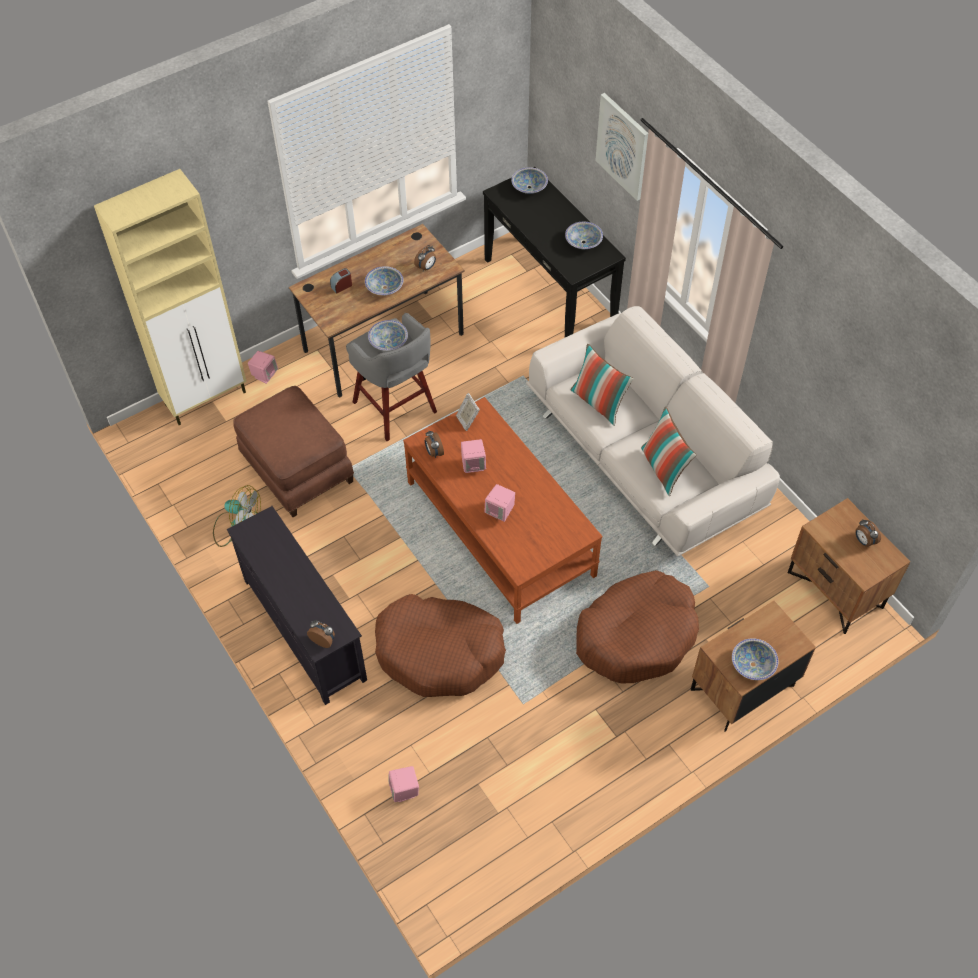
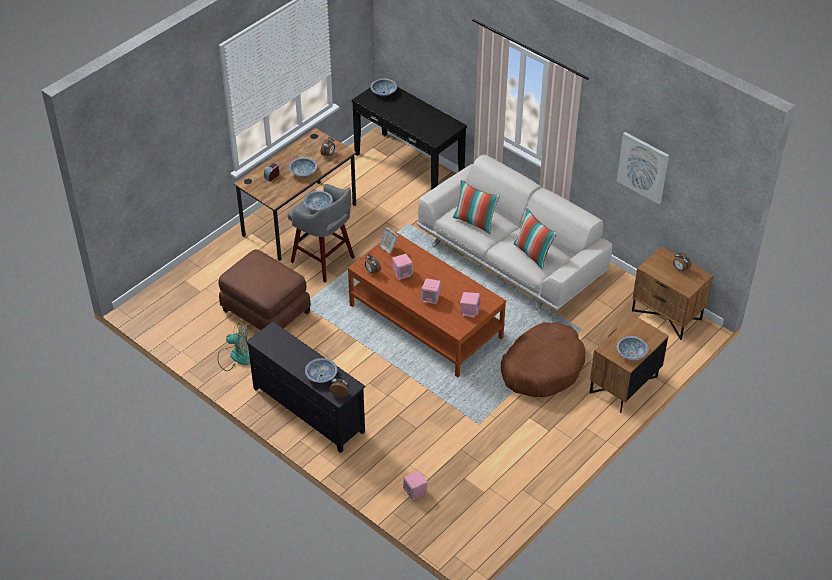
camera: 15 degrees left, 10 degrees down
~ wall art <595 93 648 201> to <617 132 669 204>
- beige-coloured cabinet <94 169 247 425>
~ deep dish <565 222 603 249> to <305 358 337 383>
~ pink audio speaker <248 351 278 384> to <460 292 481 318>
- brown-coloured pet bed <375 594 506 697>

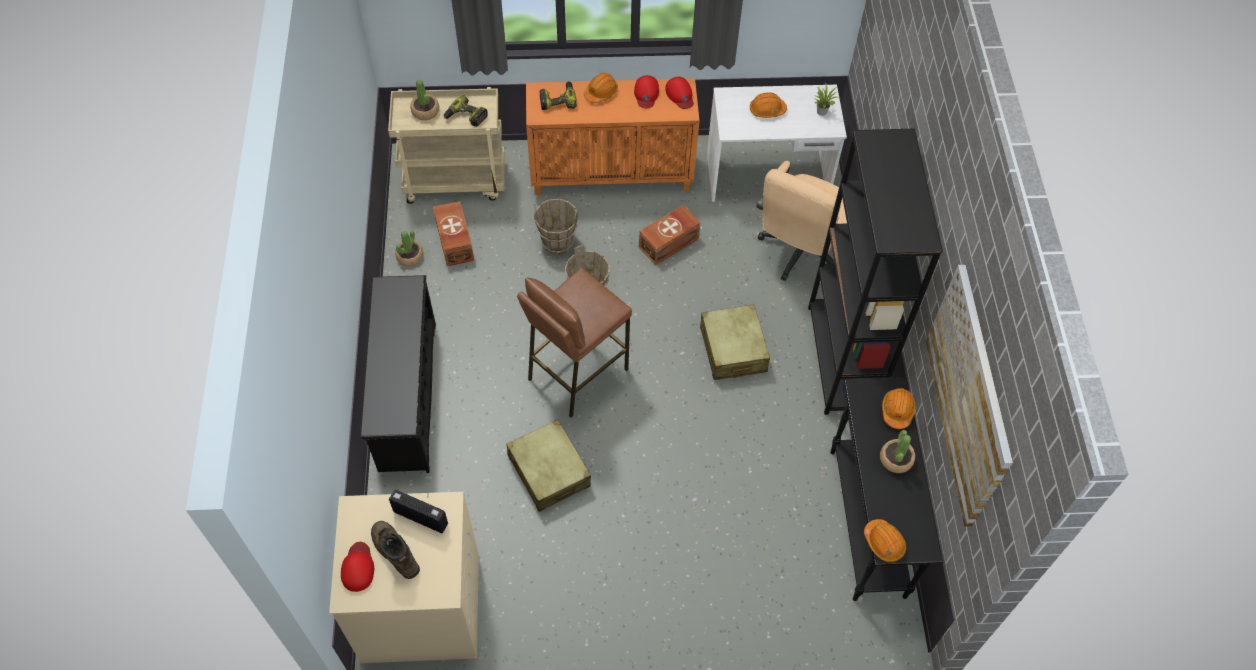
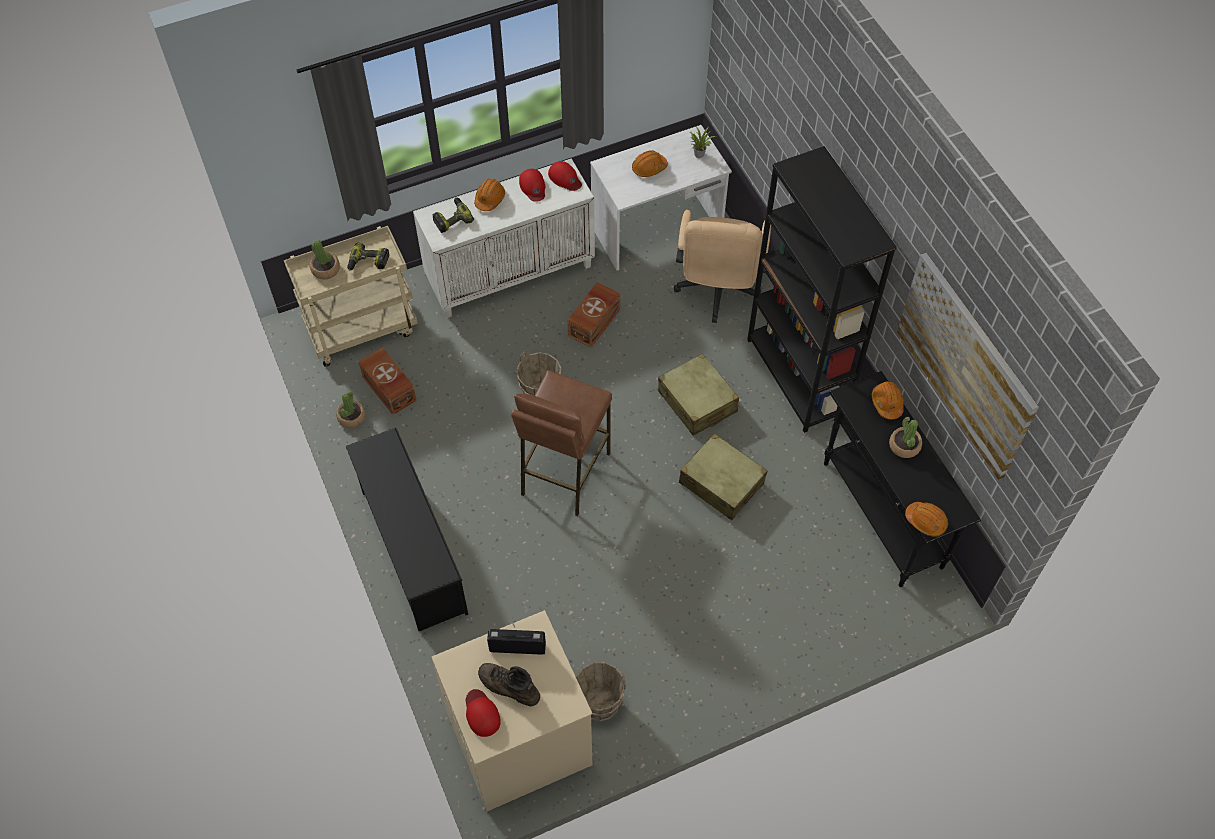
camera: 20 degrees left, 0 degrees up
~ orange-coloured cabinet <526 78 700 195> to white cabinet <413 158 595 318>
~ brown-coloured bucket <534 199 578 255> to <576 662 626 721>
~ beige-coloured travel case <506 419 591 512> to <679 433 768 520>

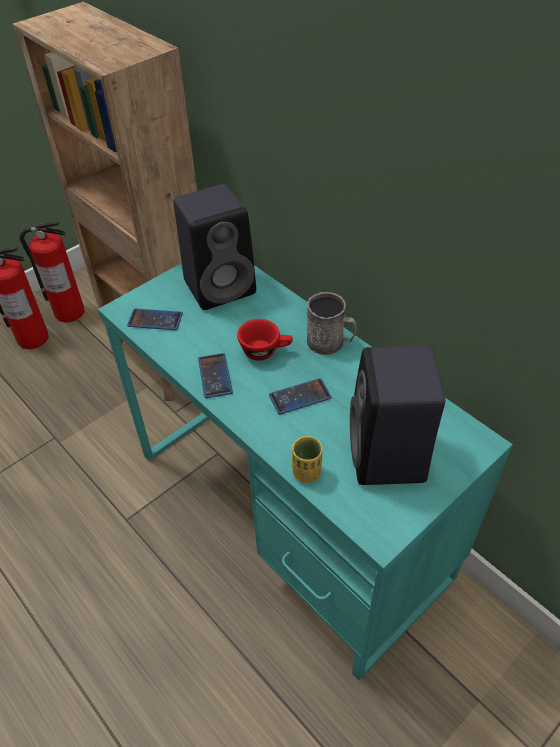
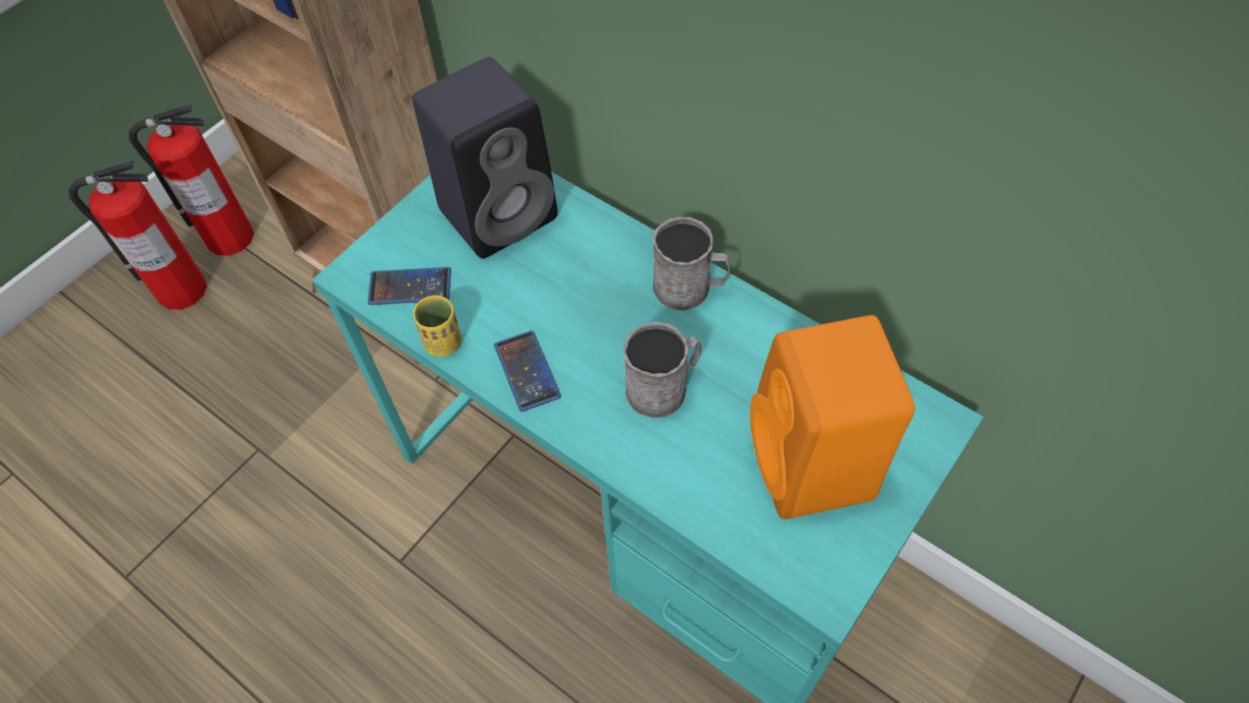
camera: 10 degrees left, 10 degrees up
- reddish drinking cup <237 319 293 361>
~ blackish audio speaker <350 345 445 485> to orange-coloured audio speaker <750 315 915 519>
~ telephone <269 378 332 415> to gray coffee mug <624 322 701 418>
~ yellowish drinking cup <292 436 322 483> to <413 295 461 357>

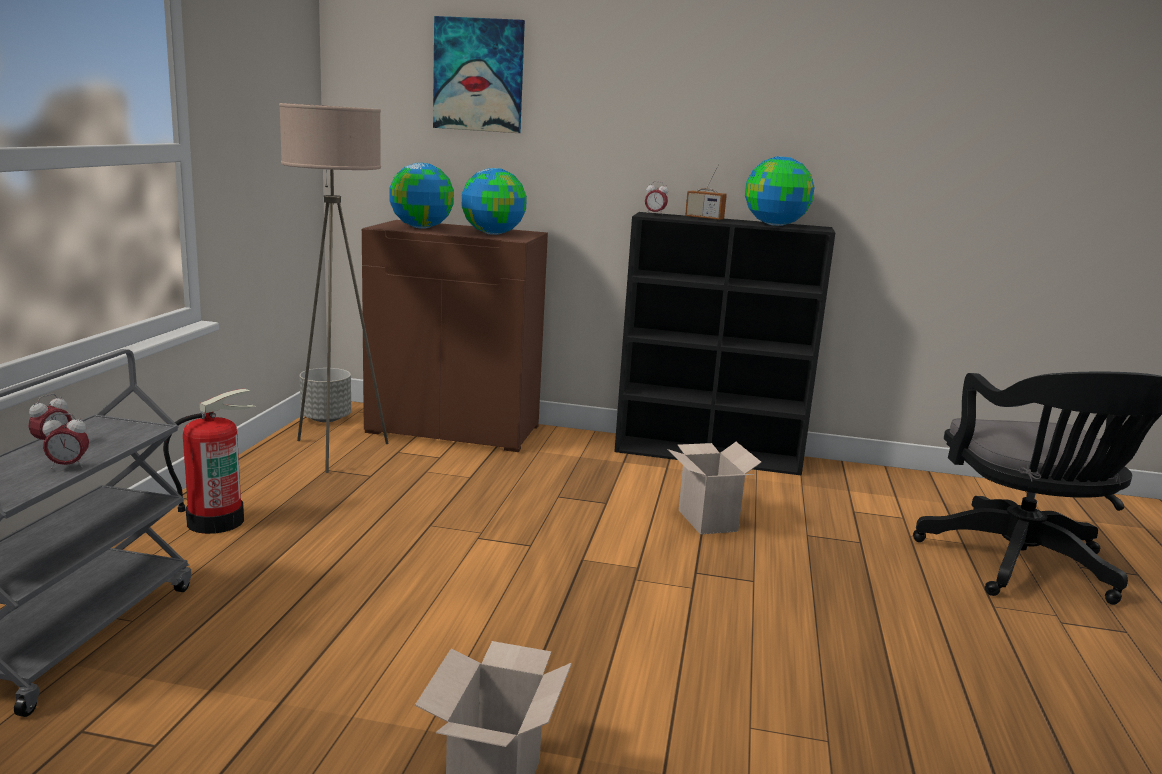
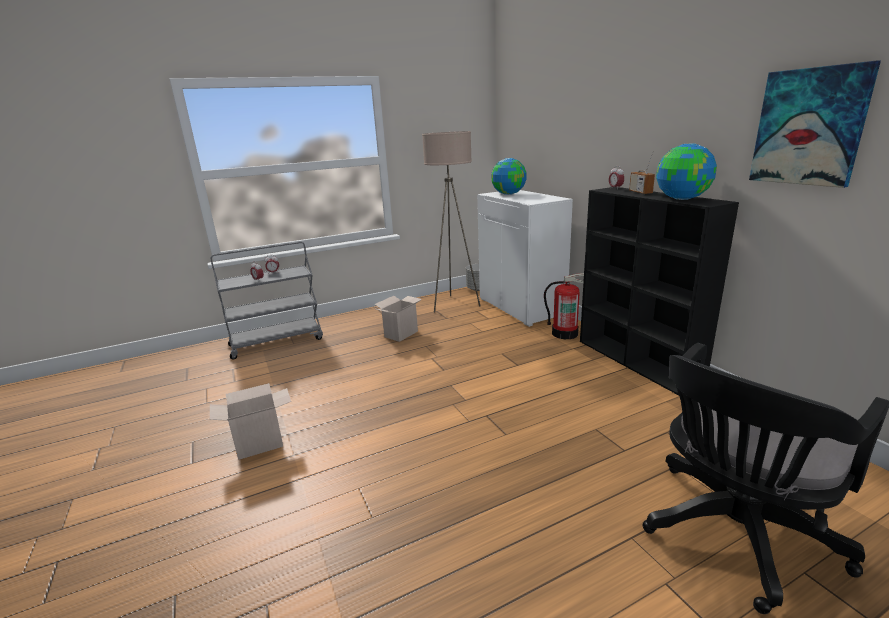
camera: 55 degrees right, 5 degrees up
~ wall art <433 16 525 133> to <749 61 881 188>
- globe <462 168 527 235>
~ brown-coloured cabinet <362 220 548 452> to white cabinet <477 190 573 327>
~ fire extinguisher <163 389 256 534> to <544 273 584 339>
~ cardboard box <667 442 762 535> to <374 296 422 342>

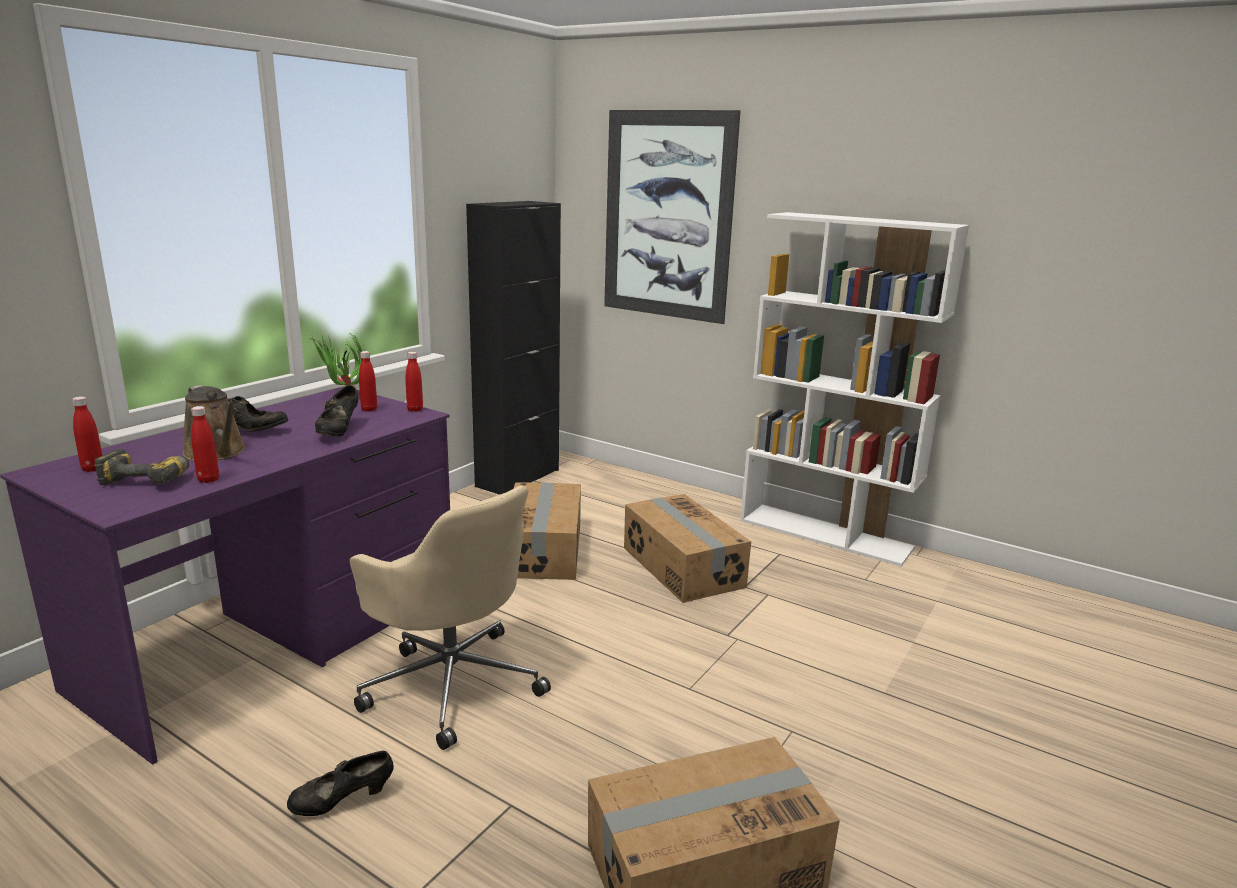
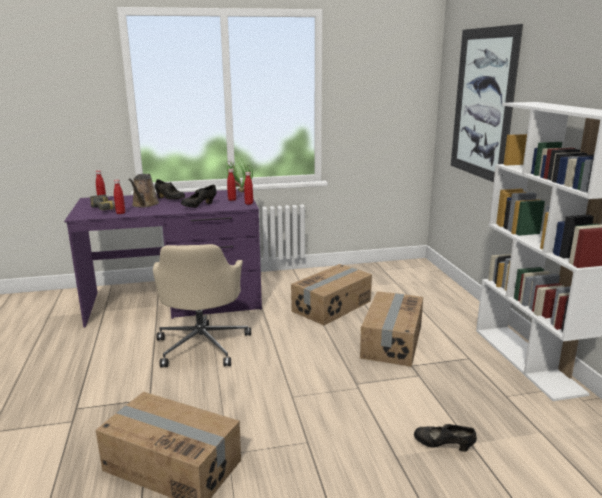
camera: 45 degrees right, 0 degrees up
- blackish cabinet <466 201 561 495>
~ blackish item of footwear <287 751 394 816> to <414 424 477 452>

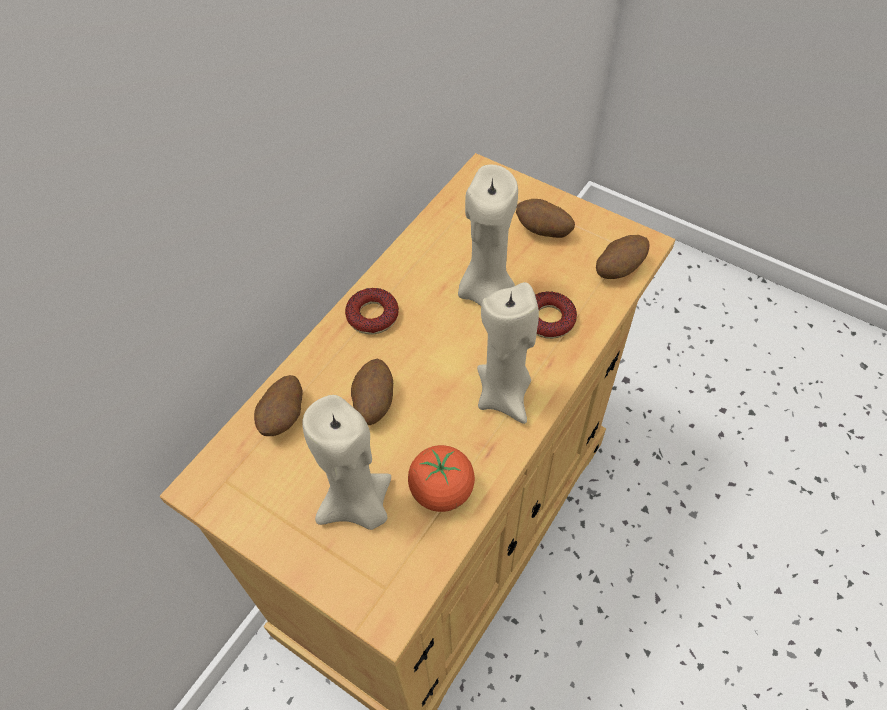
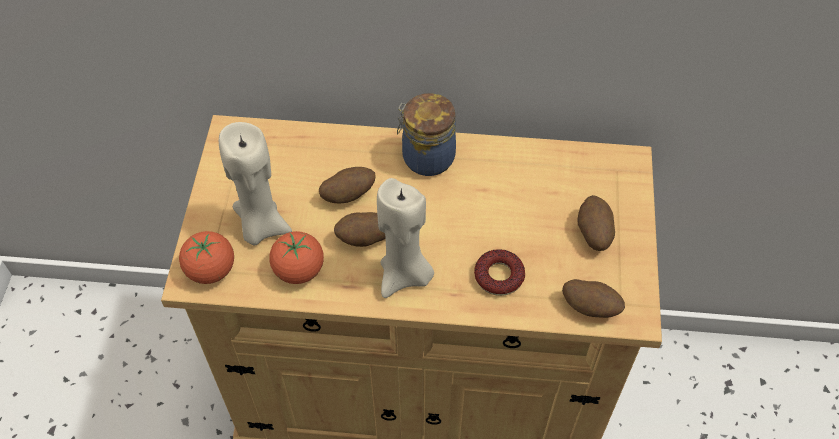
camera: 60 degrees right, 0 degrees up
- beige-coloured candle <458 164 518 306>
~ doughnut <345 288 399 335> to storage jar <397 93 456 176>
~ spud <254 375 302 436> to <334 212 386 247>
+ tomato <179 231 234 284>

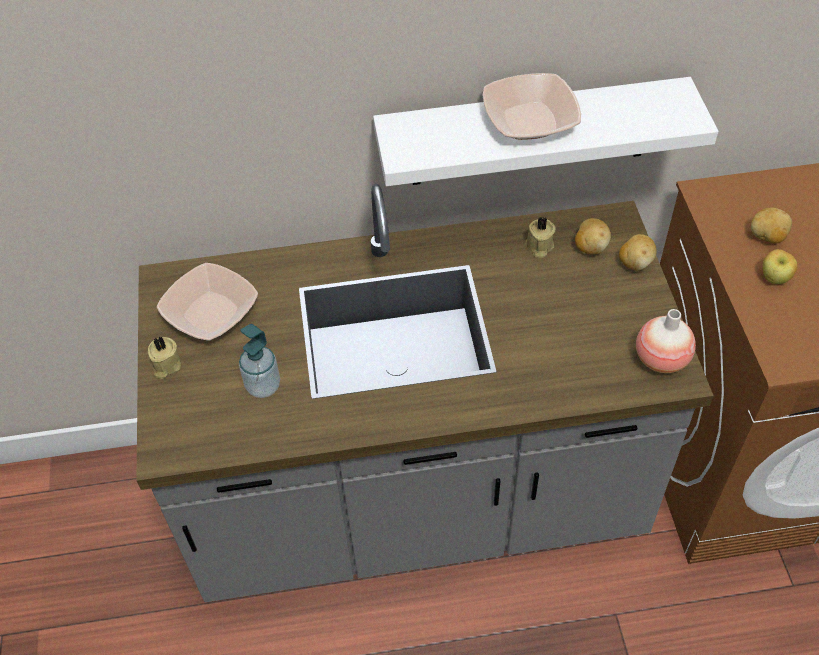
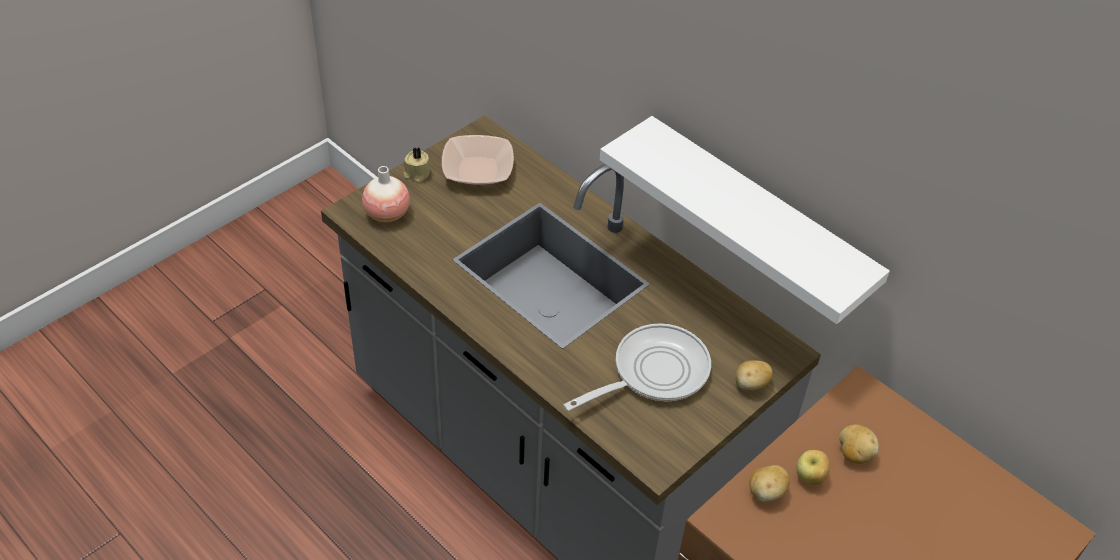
camera: 50 degrees right, 5 degrees down
- deep dish <483 73 581 140>
- beige-coloured candle <525 217 556 258>
~ spud <575 218 611 255> to <749 465 790 502>
~ flower vase <636 309 696 373> to <362 166 410 222>
- liquid soap bottle <239 324 280 398>
+ pan <563 323 711 411>

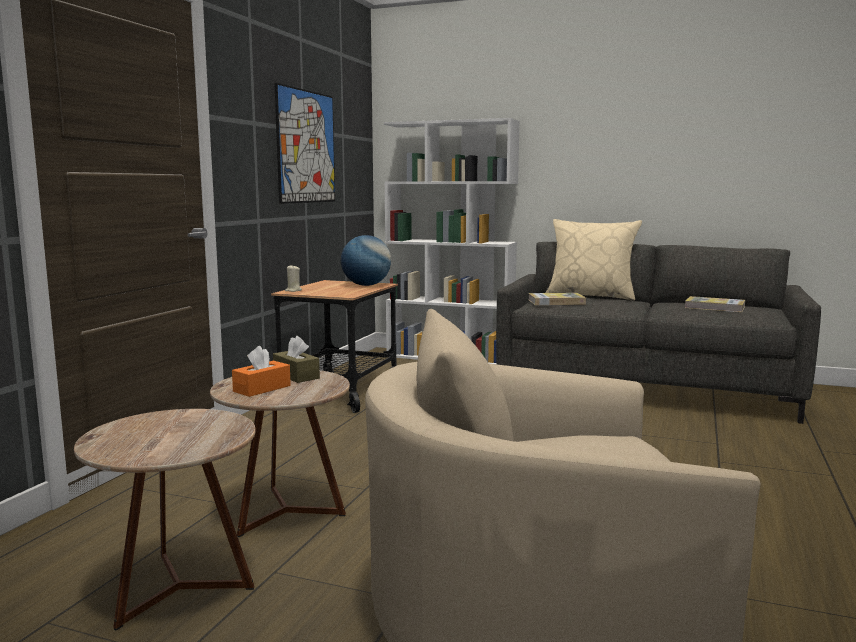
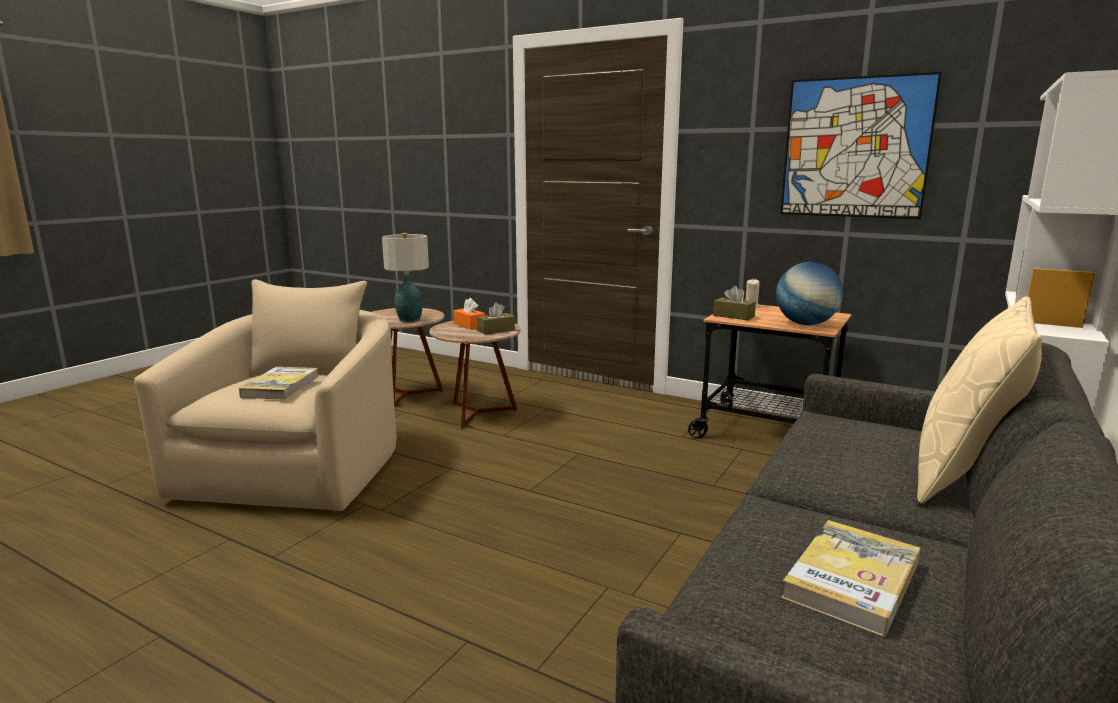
camera: 100 degrees right, 5 degrees up
~ bound book <529 293 586 305> to <239 367 318 400>
+ table lamp <382 233 429 322>
+ brown-coloured tissue box <713 286 756 320>

